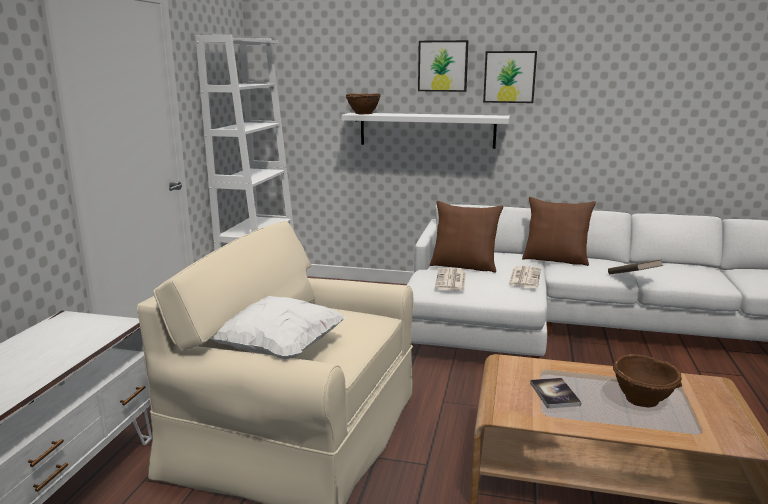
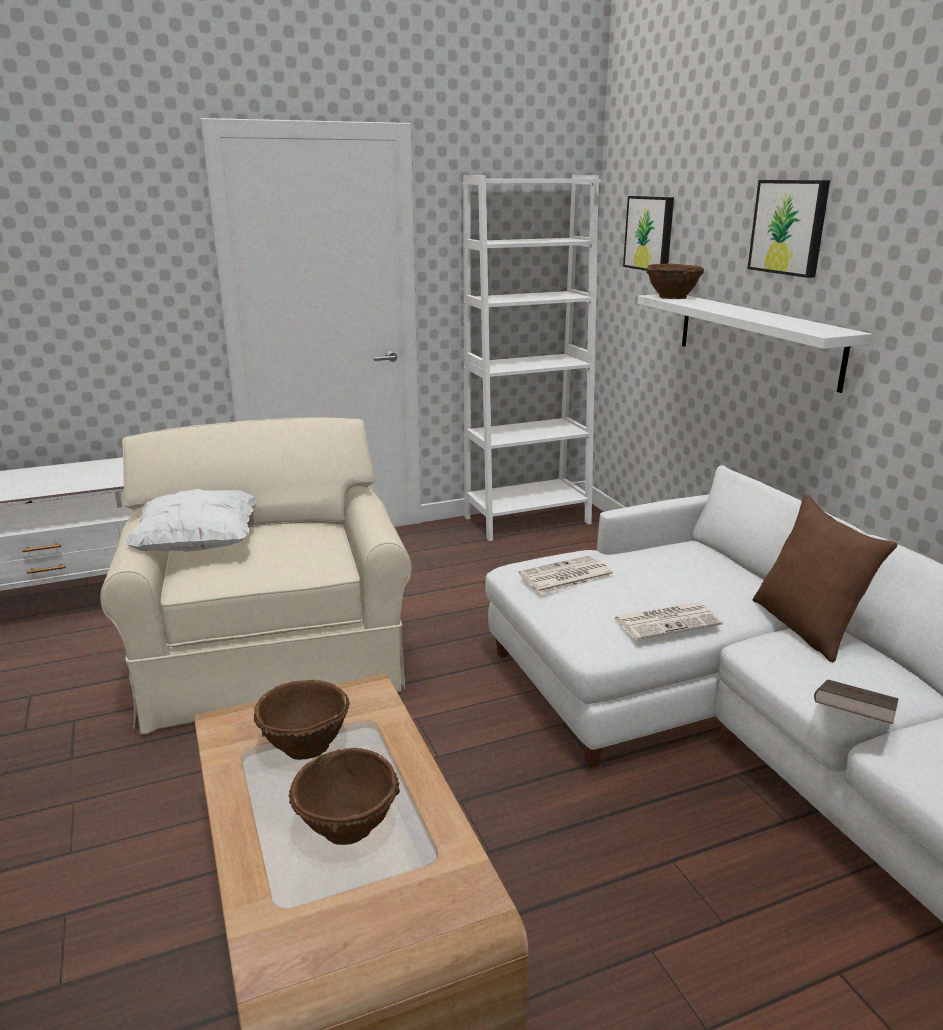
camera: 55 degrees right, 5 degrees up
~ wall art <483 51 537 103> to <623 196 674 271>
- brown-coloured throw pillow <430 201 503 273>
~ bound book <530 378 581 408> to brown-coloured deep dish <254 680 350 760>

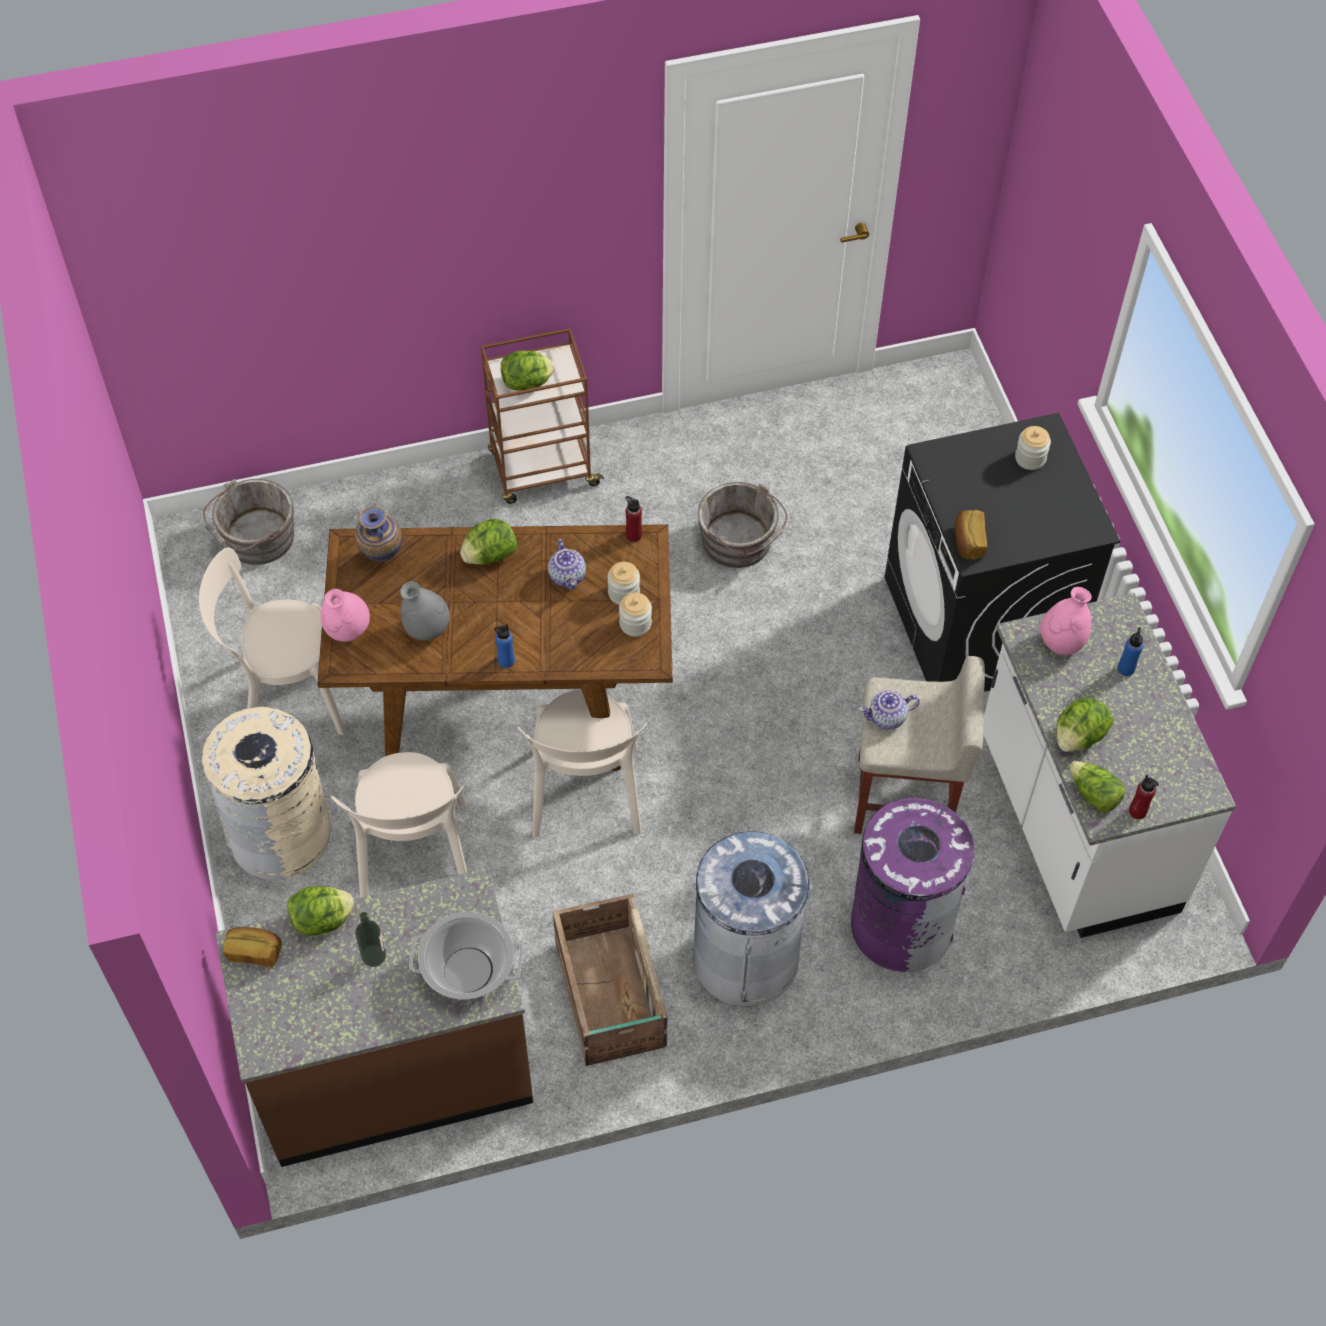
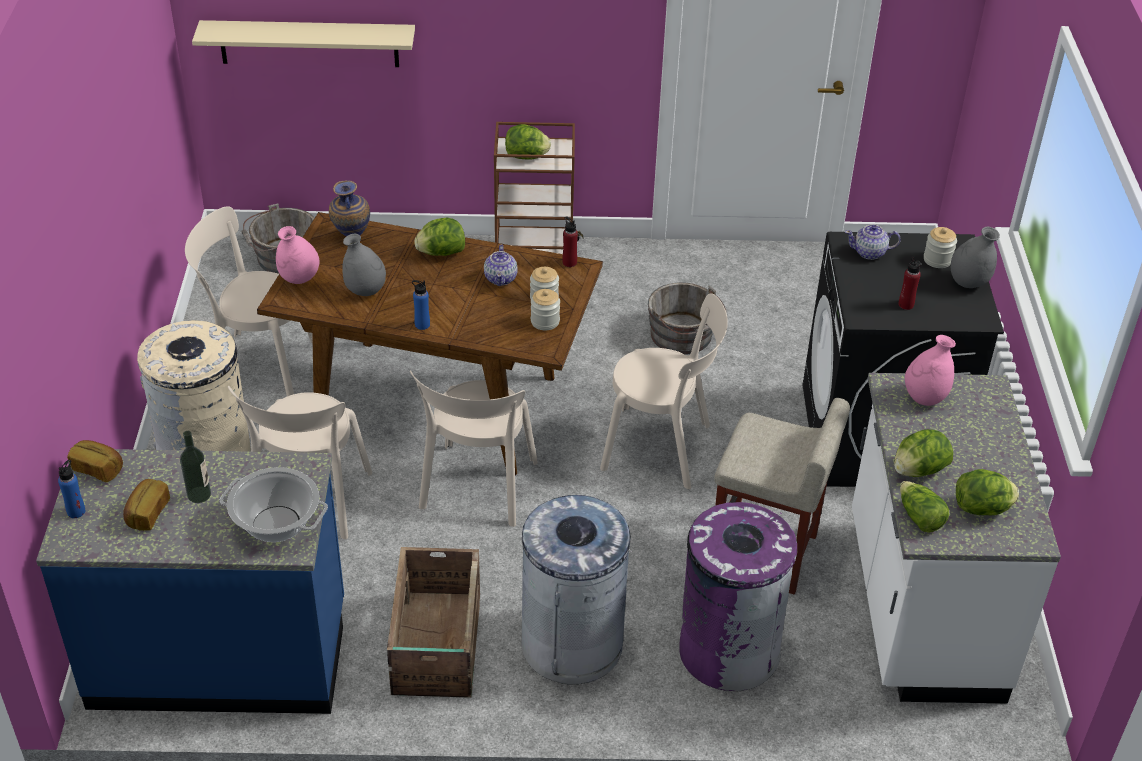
camera: 15 degrees right, 15 degrees down
~ bread <955 510 987 559> to <123 479 170 531>
~ blue-coloured beverage bottle <1118 627 1143 676> to <58 460 85 518>
~ teapot <859 690 920 730> to <845 224 901 260>
~ reddish beverage bottle <1129 775 1159 819> to <898 257 921 310>
~ brown-coloured counter <215 868 533 1167> to blue-coloured counter <36 449 344 714>
~ lettuce <288 886 354 936> to <956 469 1019 515>
+ beige-coloured shelf <192 20 415 67>
+ gray flower vase <951 227 1000 288>
+ beige-coloured plain chair <600 293 728 489>

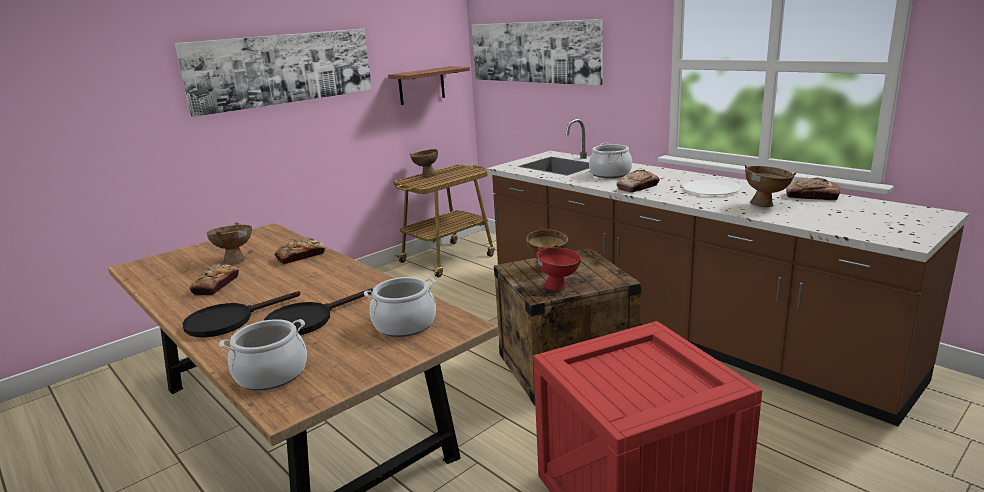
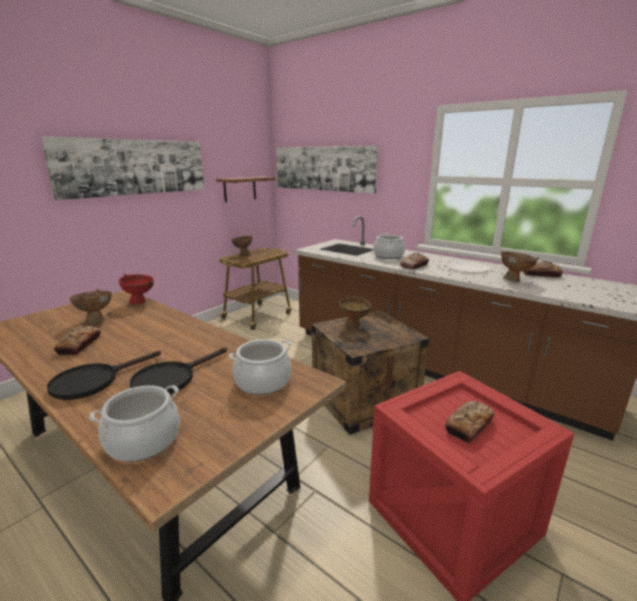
camera: 10 degrees left, 0 degrees up
~ bread <275 237 325 265> to <445 401 495 443>
~ reddish deep dish <536 247 582 291> to <119 274 154 305>

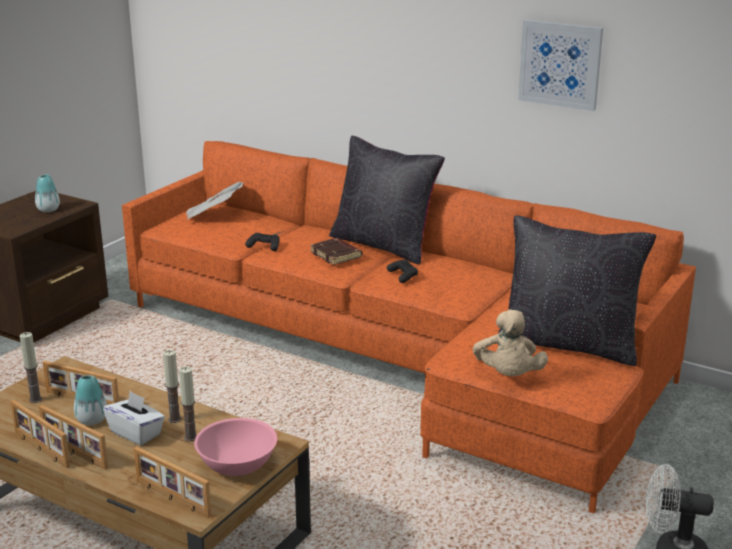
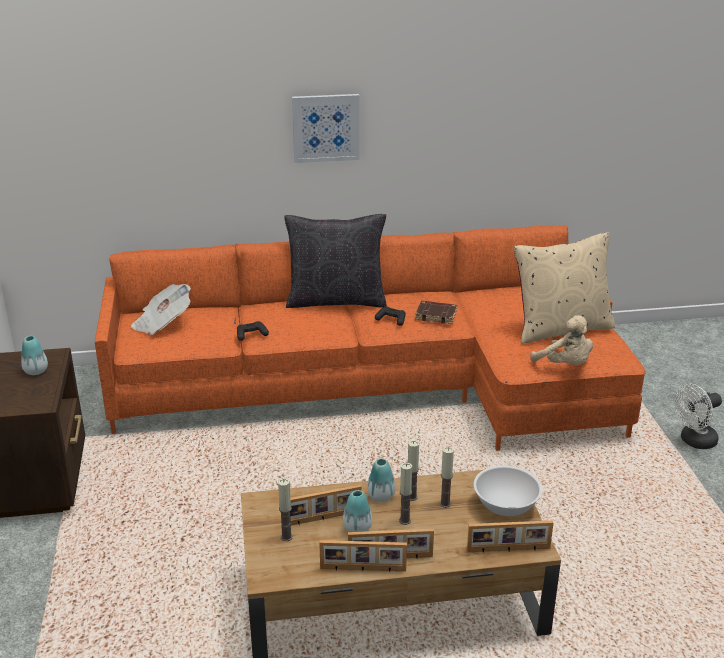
camera: 40 degrees left, 5 degrees up
~ wall art <518 20 603 111> to <292 94 360 163>
~ blackish throw pillow <498 215 656 366> to beige-coloured throw pillow <514 233 615 344>
~ brown-coloured bound book <310 238 362 265> to <415 301 457 324>
~ white tissue box <103 391 165 445> to candle <399 463 412 525>
~ pink deep dish <194 418 277 476> to white deep dish <474 465 542 516>
+ flower vase <367 458 396 502>

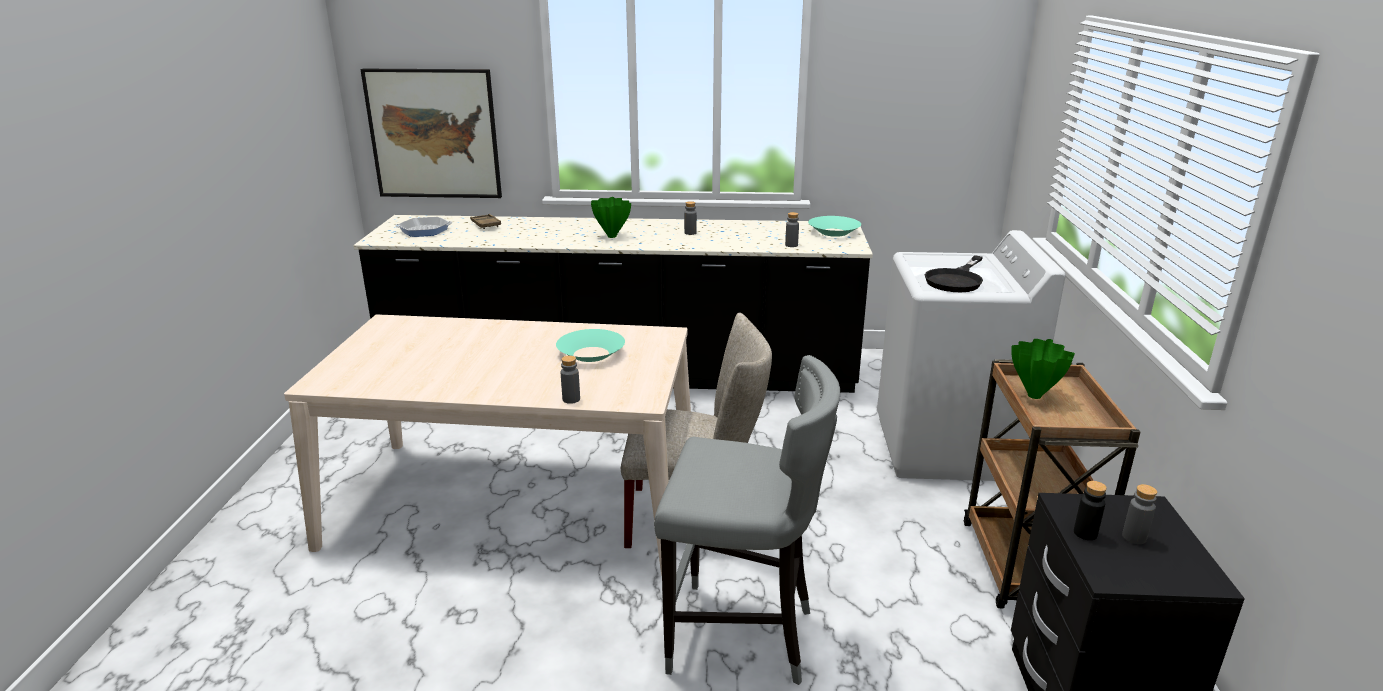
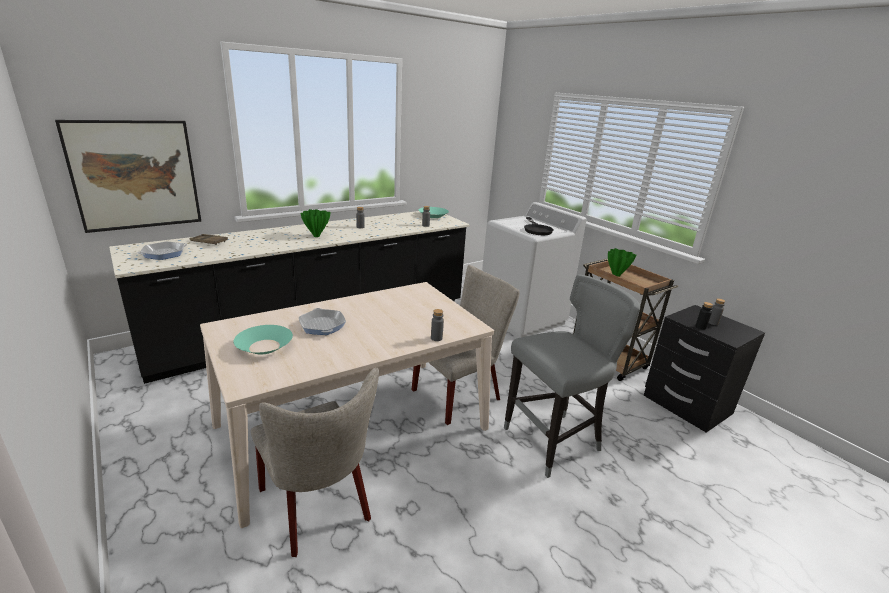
camera: 40 degrees left, 0 degrees up
~ turquoise deep dish <556 329 625 362> to <233 325 293 354>
+ pan <299 308 346 335>
+ beige-coloured plain chair <251 368 379 557>

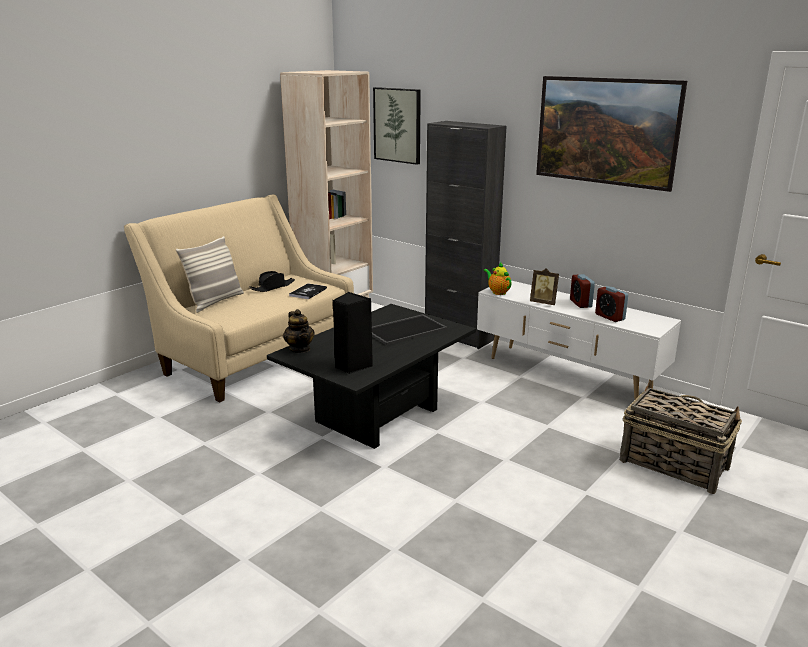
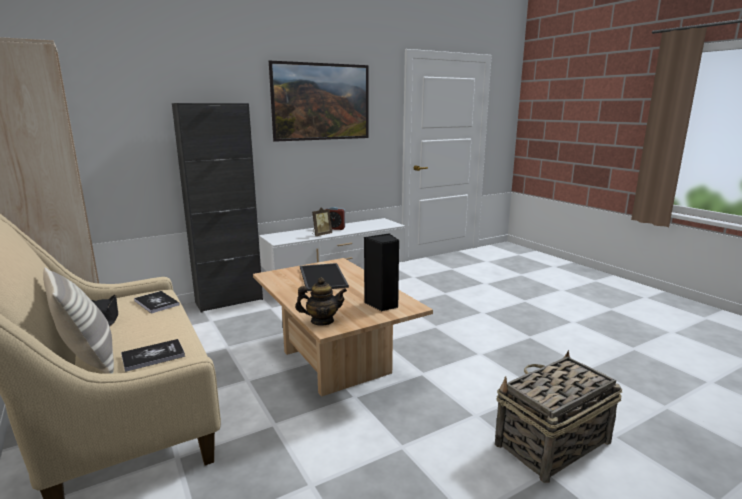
camera: 70 degrees left, 5 degrees down
- wall art <373 87 421 165>
- teapot <484 262 512 295>
- table clock <595 286 628 322>
~ blackish lounge table <267 304 476 449> to beige-coloured lounge table <253 258 433 397>
~ basket <620 381 742 494> to <495 350 622 483>
+ bound book <121 339 185 372>

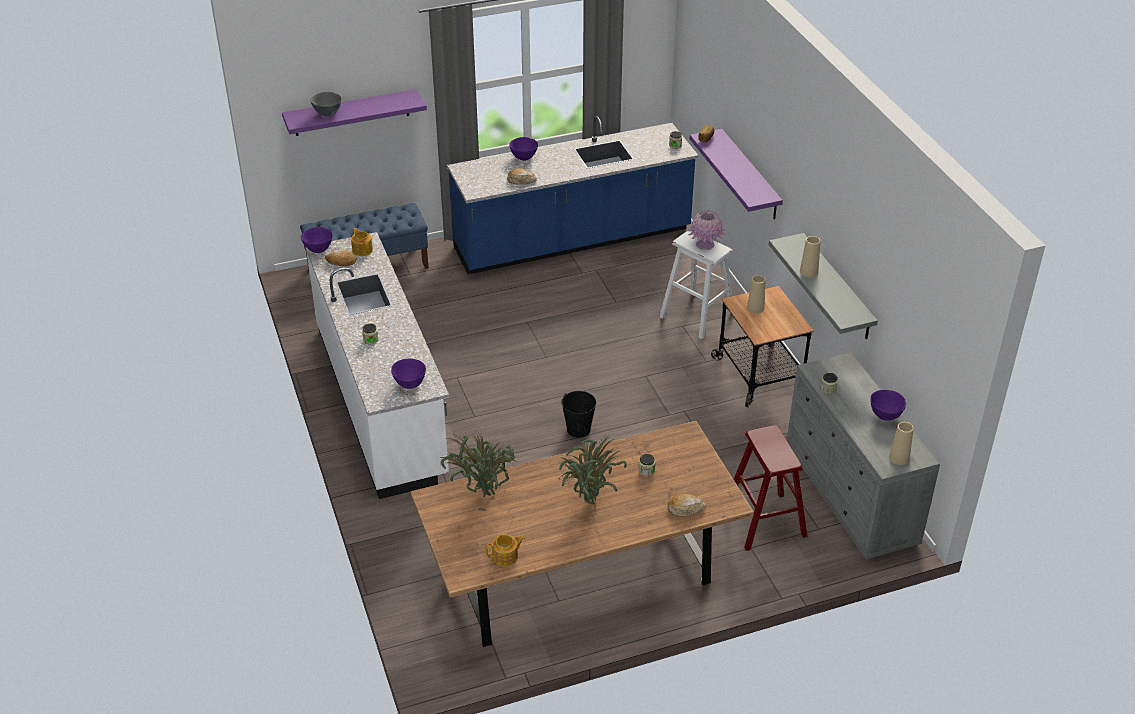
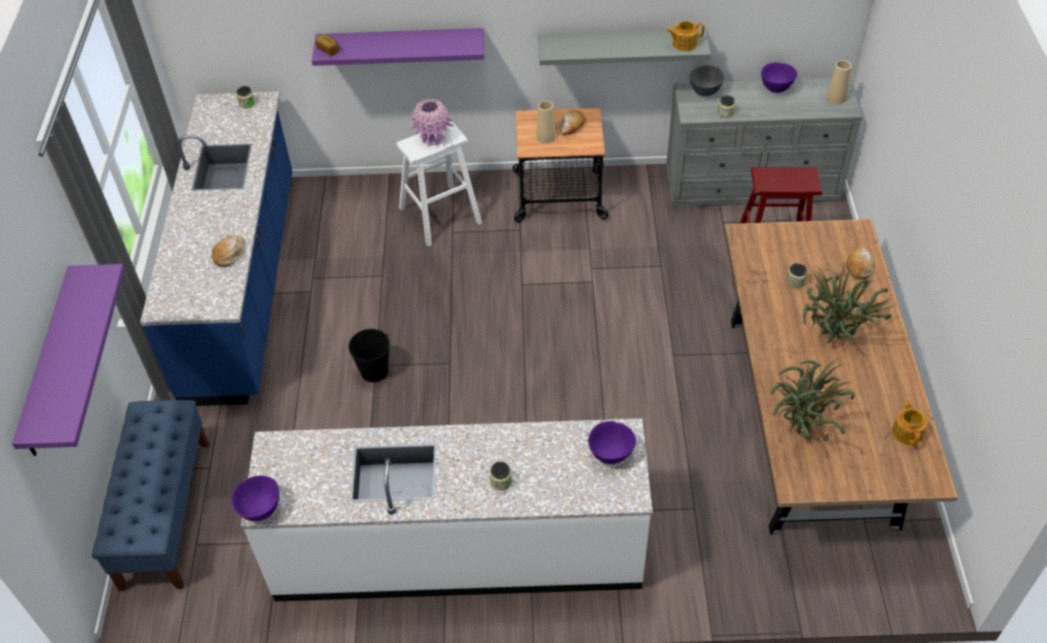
camera: 70 degrees left, 10 degrees up
~ gray deep dish <311 92 341 117> to <689 65 724 96>
- purple deep dish <509 137 538 161>
~ teapot <351 228 373 256> to <667 21 704 51>
- beige-coloured flower vase <800 236 821 277>
~ bread <325 249 357 266> to <559 110 585 136>
~ blackish bucket <561 391 596 438> to <349 329 390 382>

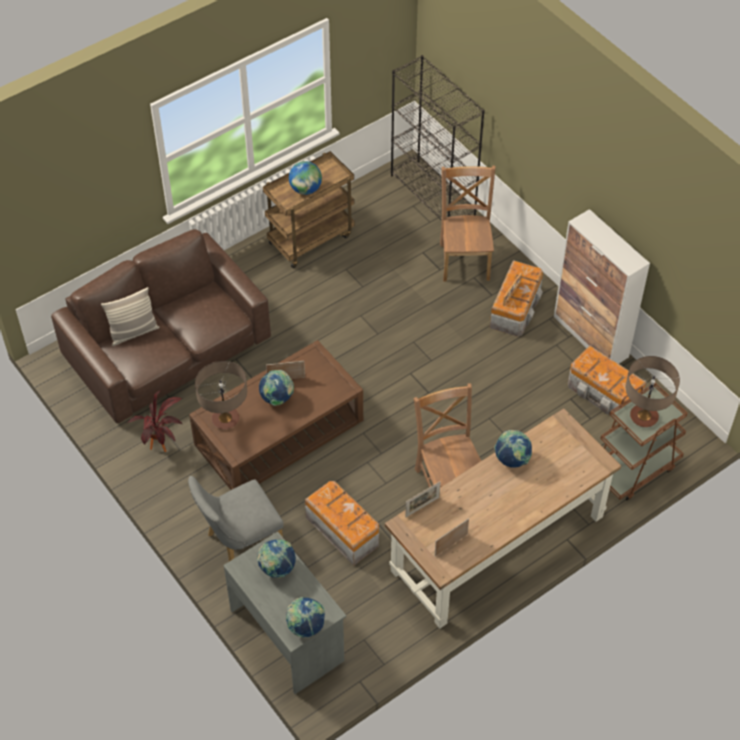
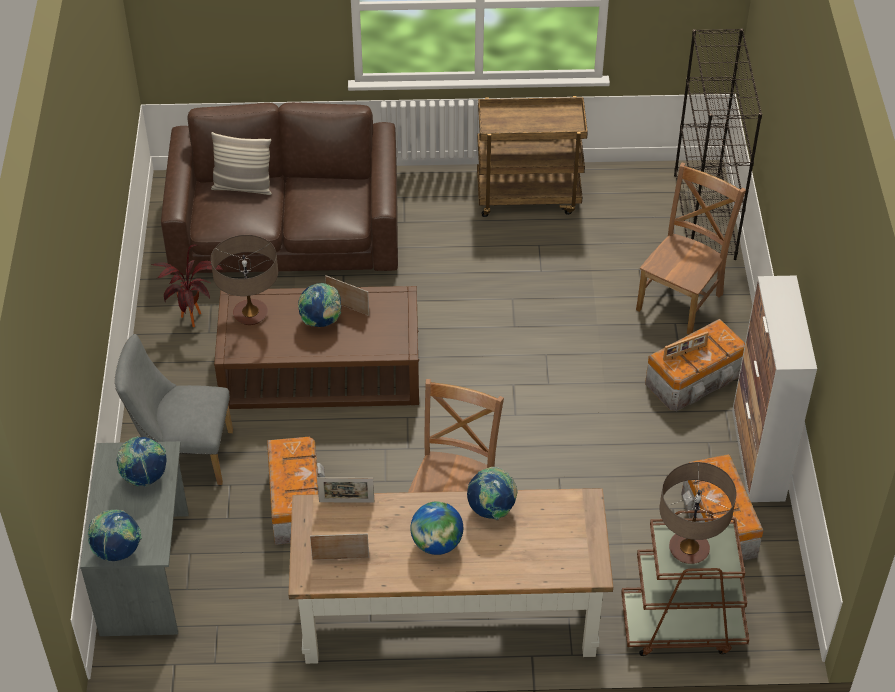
camera: 35 degrees right, 5 degrees down
~ globe <289 161 322 195> to <410 501 463 555>

